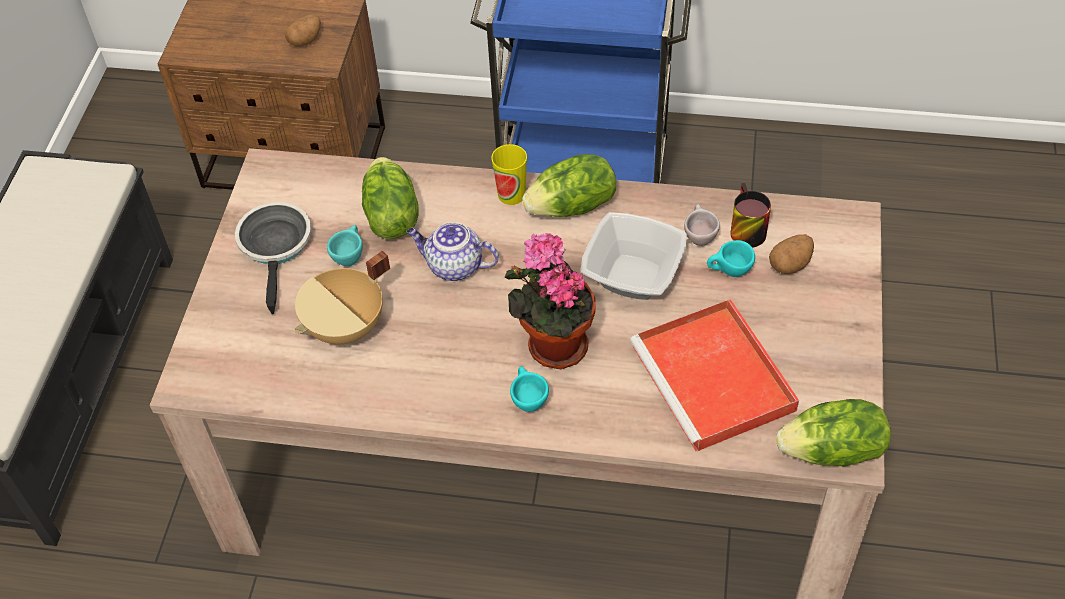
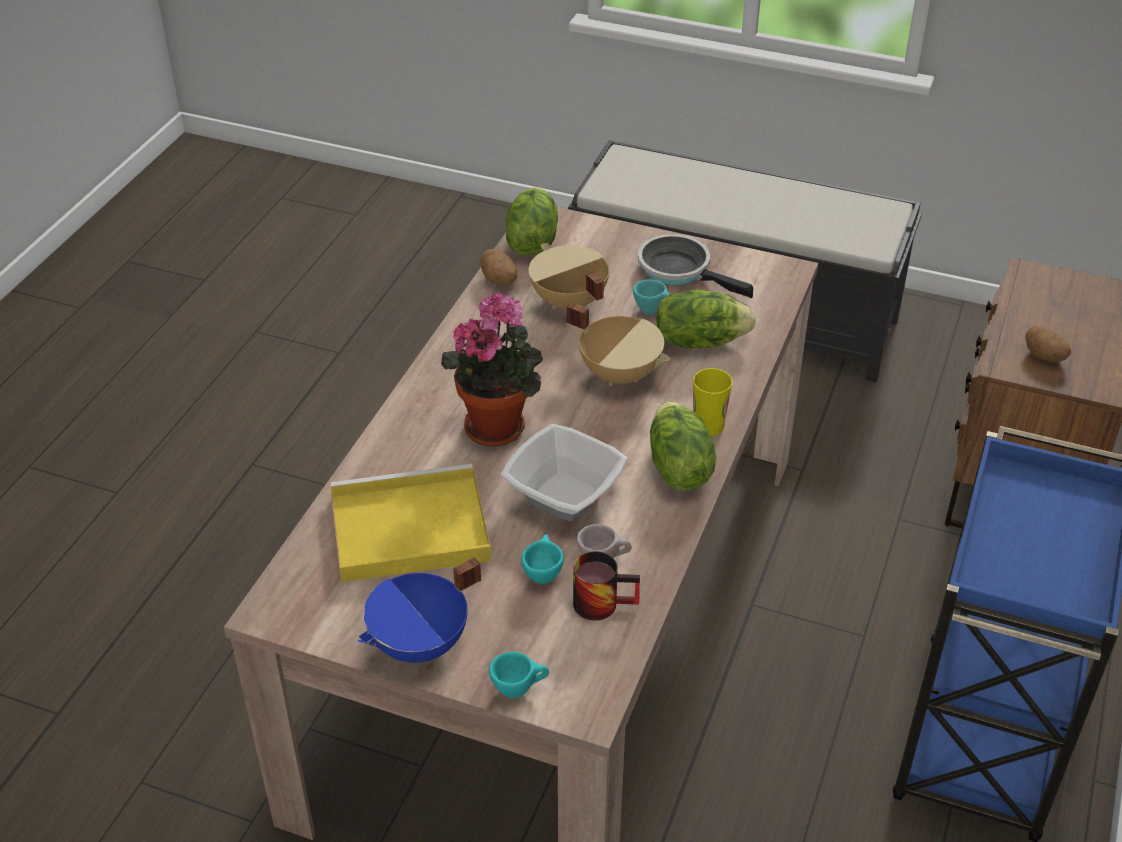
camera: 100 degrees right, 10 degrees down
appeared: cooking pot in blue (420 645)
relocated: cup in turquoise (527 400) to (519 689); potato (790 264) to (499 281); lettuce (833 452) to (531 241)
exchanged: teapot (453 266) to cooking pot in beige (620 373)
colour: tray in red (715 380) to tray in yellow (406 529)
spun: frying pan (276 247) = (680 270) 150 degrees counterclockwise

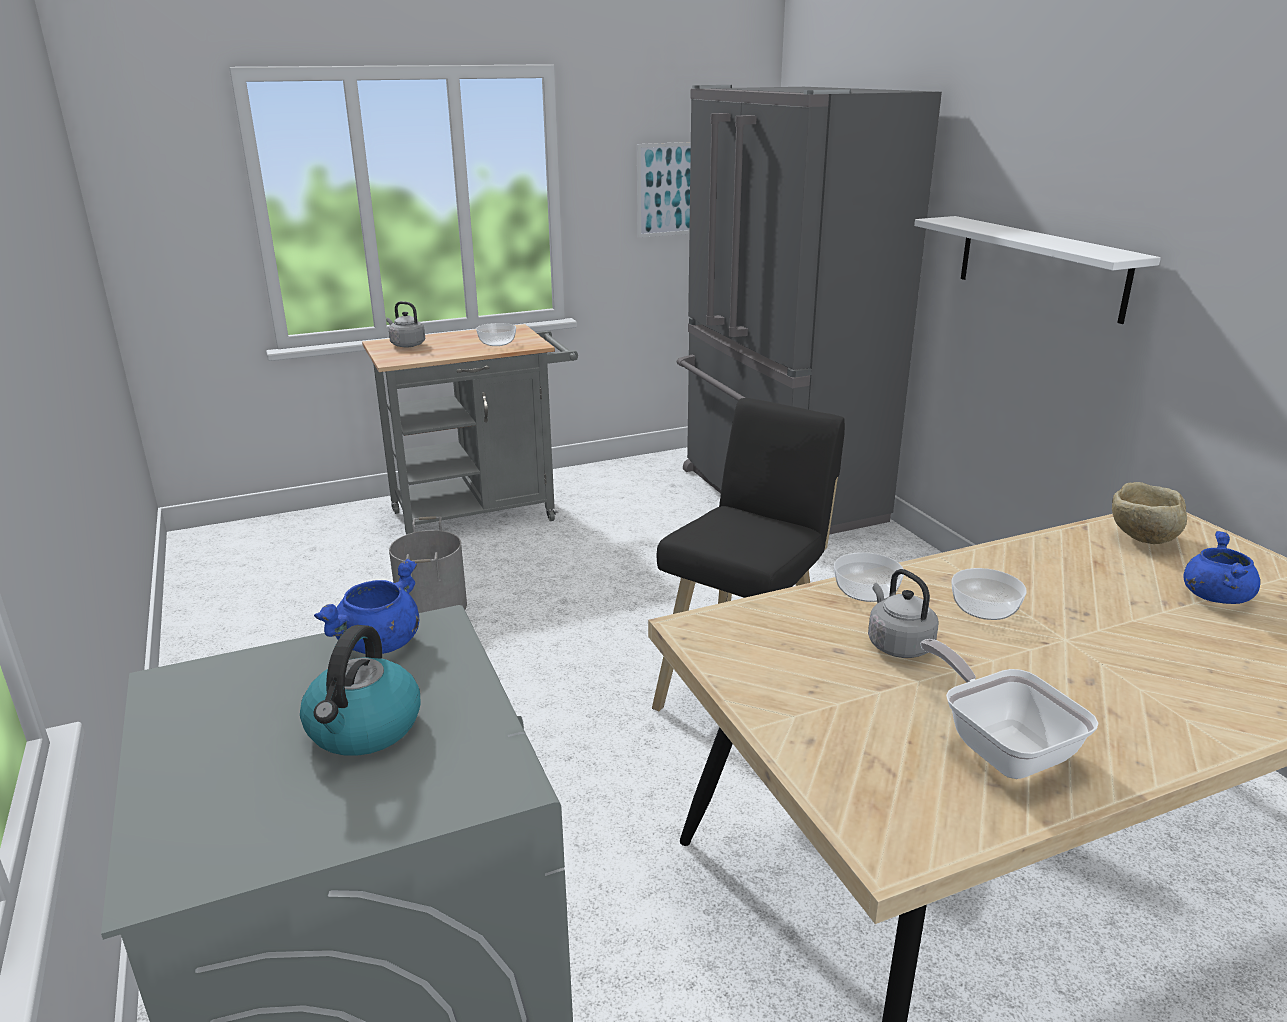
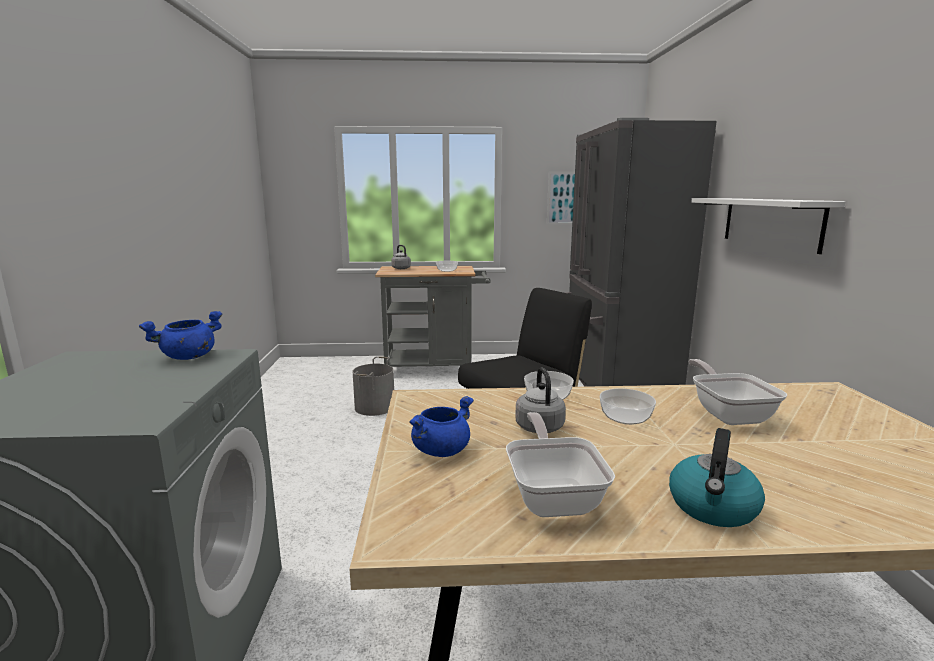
camera: 20 degrees right, 10 degrees down
missing: bowl in beige (1142 539)
appeared: frying pan (728 414)
relocated: kettle (364 728) to (713 508); cooking pot in blue (1214 596) to (441 450)

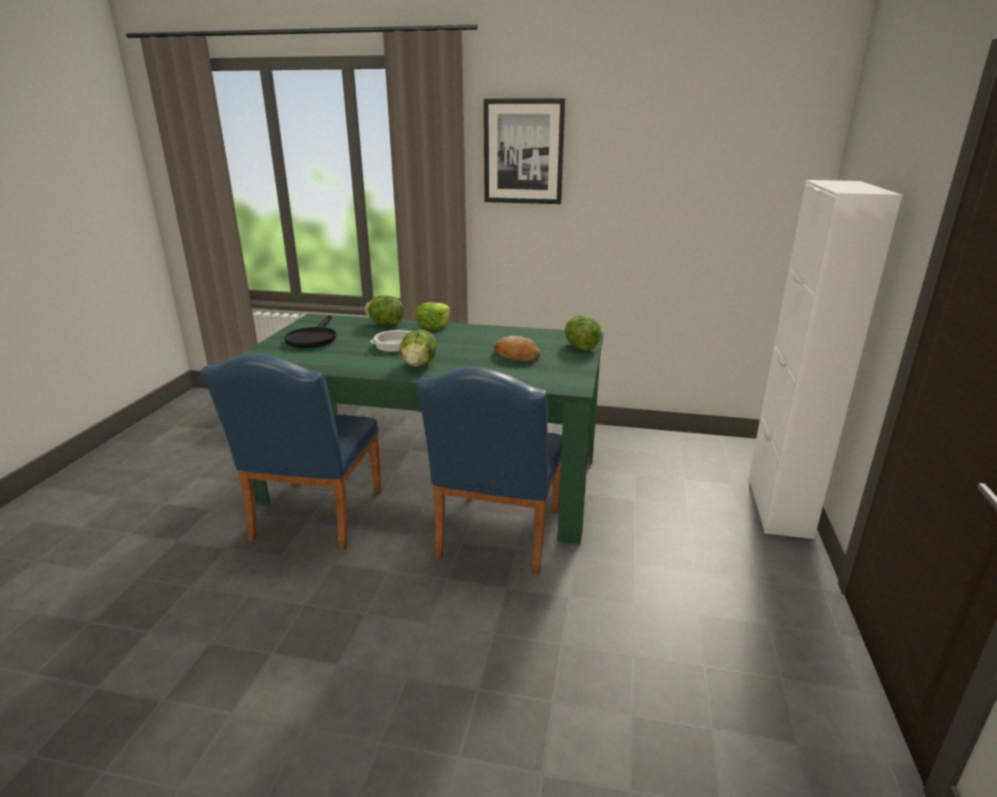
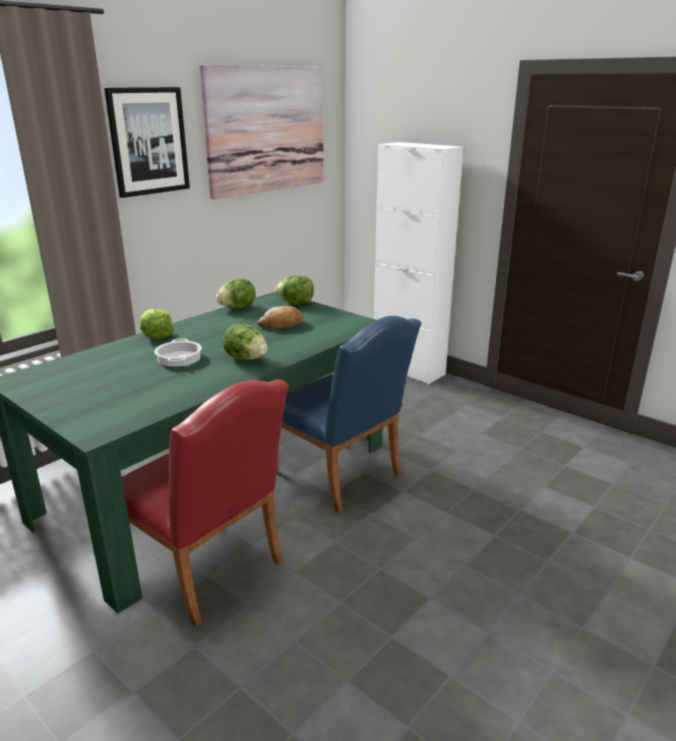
camera: 60 degrees left, 0 degrees up
missing: frying pan in black (313 338)
appeared: picture (266 129)
relocated: lettuce (385 324) to (237 307)
colour: chair in blue (314 519) to chair in red (208 569)

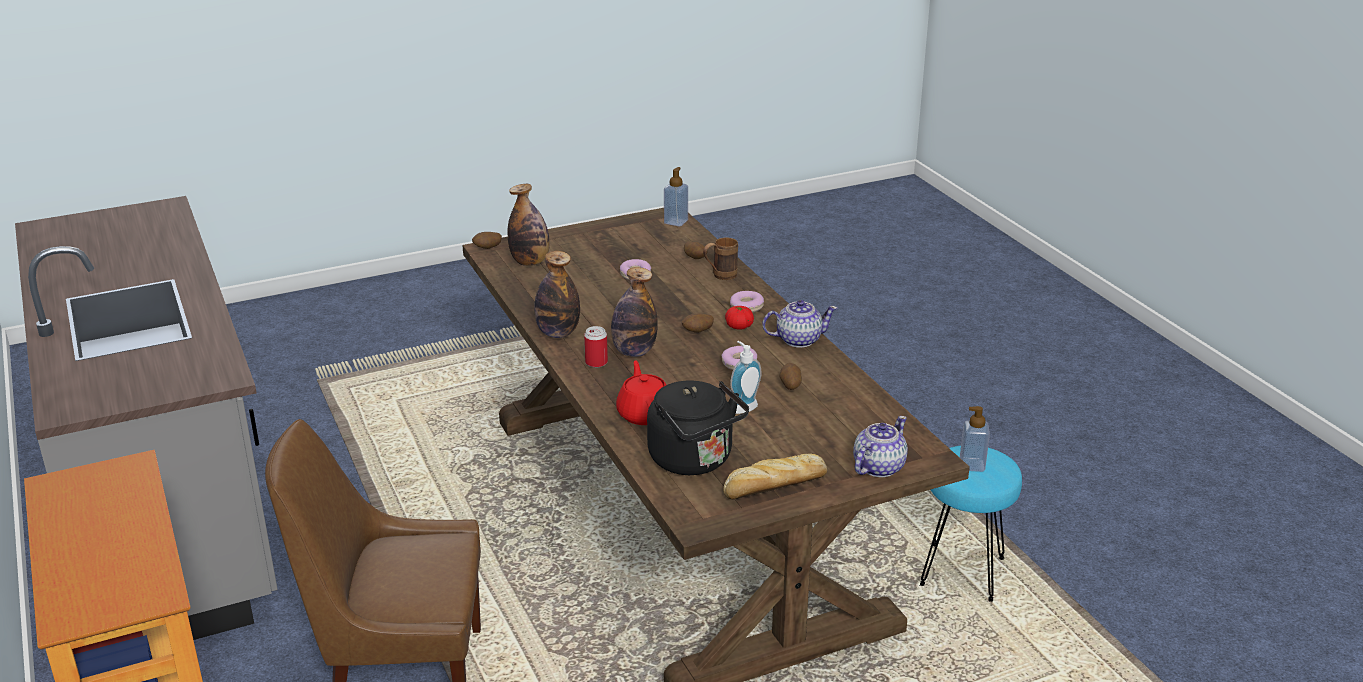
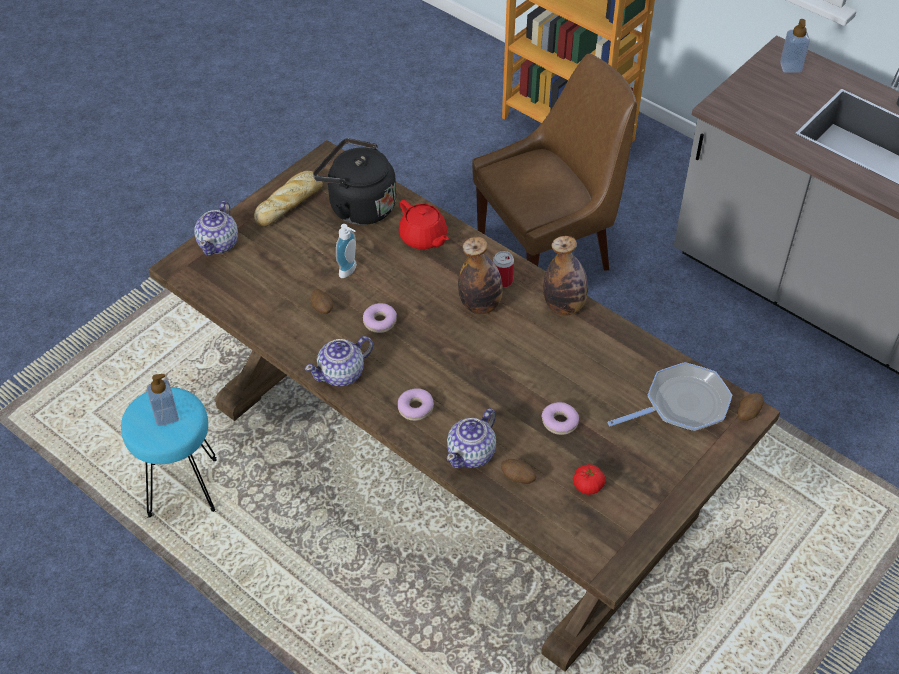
camera: 155 degrees right, 20 degrees up
missing: potato (697 332)
relocated: soap dispenser (676 222) to (790 67); tomato (739 326) to (588 486)
exchanged: bottle (530 262) to frying pan (682 404); mug in brown (719 276) to teapot (472 453)

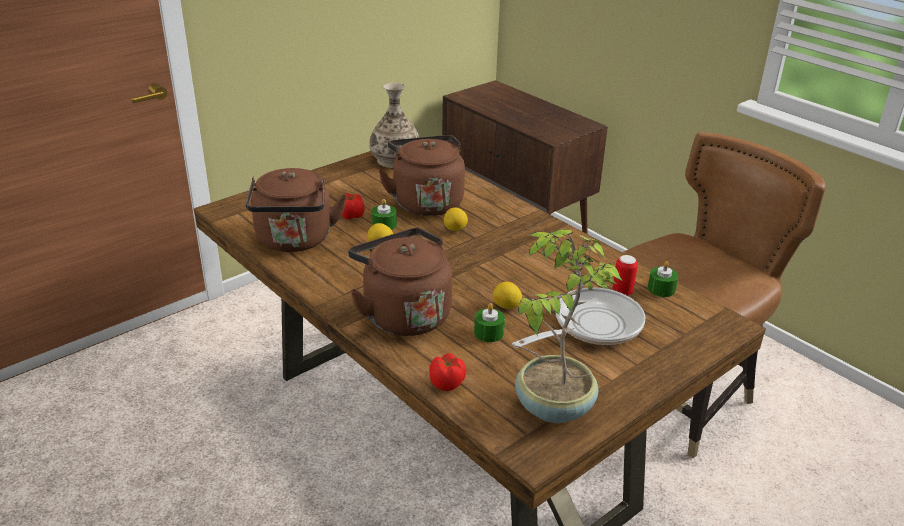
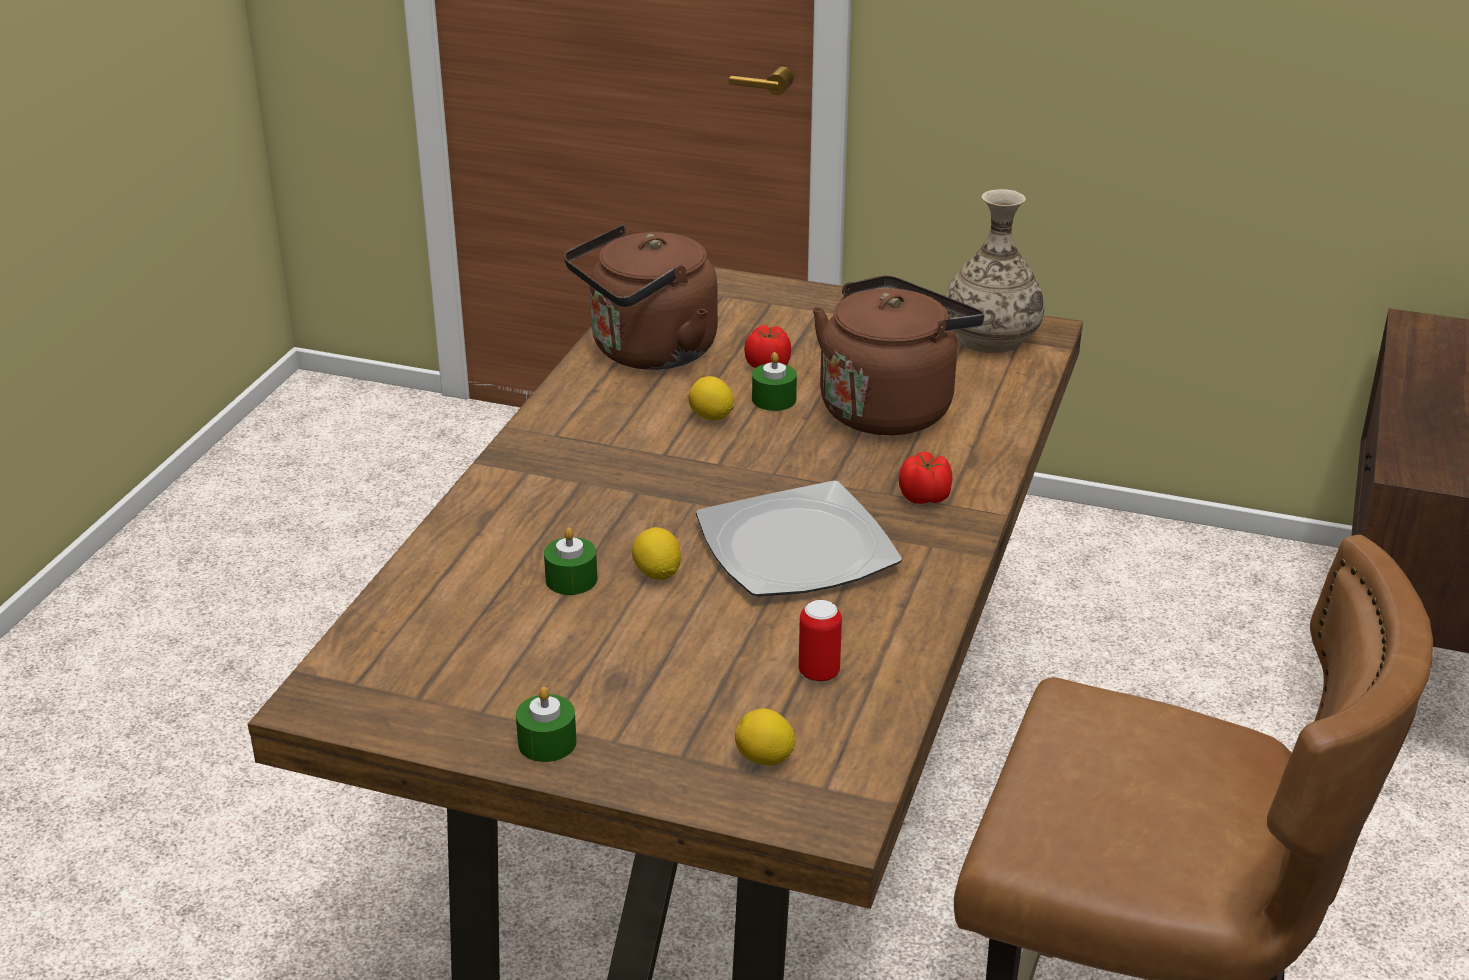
camera: 60 degrees right, 0 degrees up
missing: kettle in brown (403 314); frying pan (591 326); potted plant (551 407)
appeared: plate (799 548)
relocated: tomato (447 383) to (925 497); lemon (455 229) to (764 759); candle in green (661 289) to (547 742)

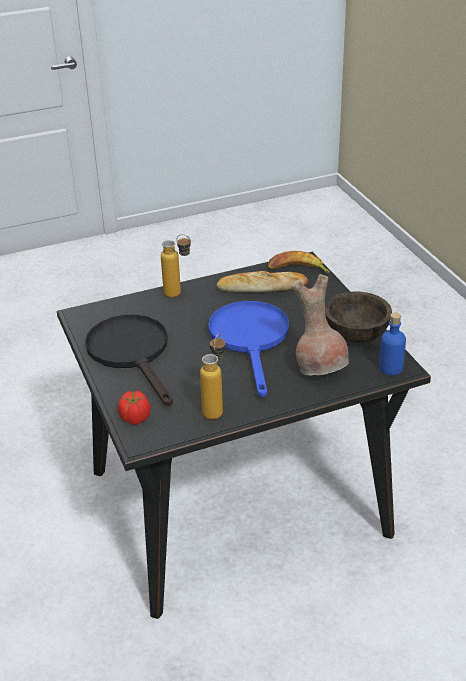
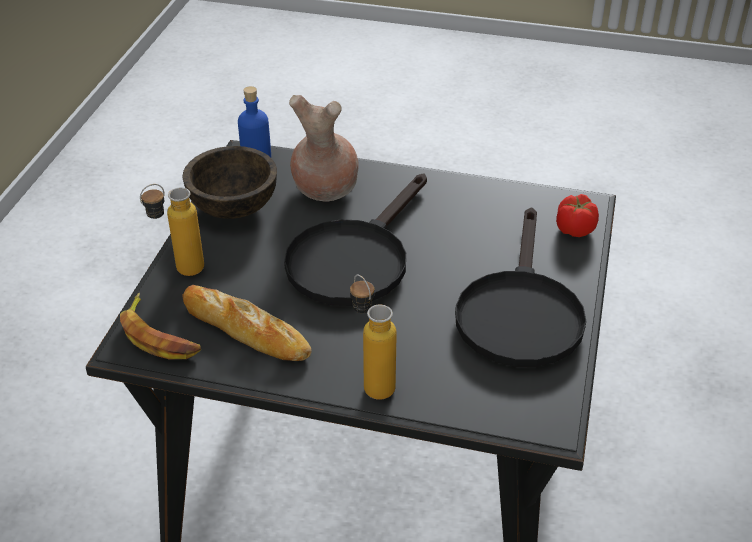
camera: 145 degrees left, 5 degrees up
relocated: bottle (216 408) to (179 272)
colour: frying pan in blue (251 339) to frying pan in black (355 258)

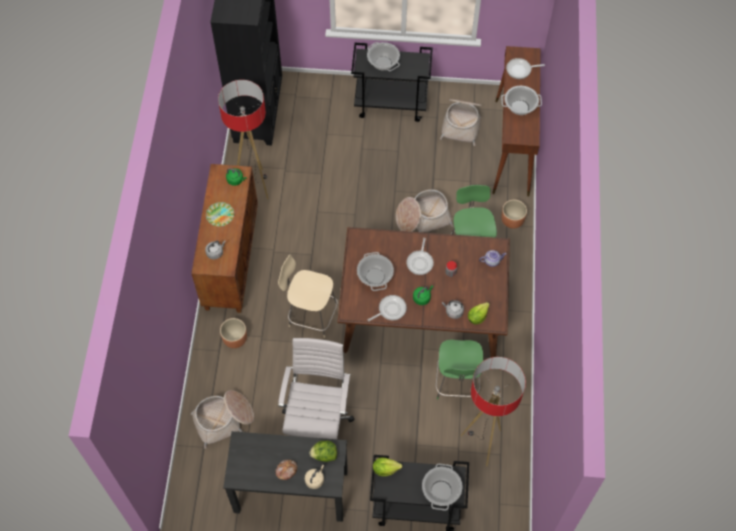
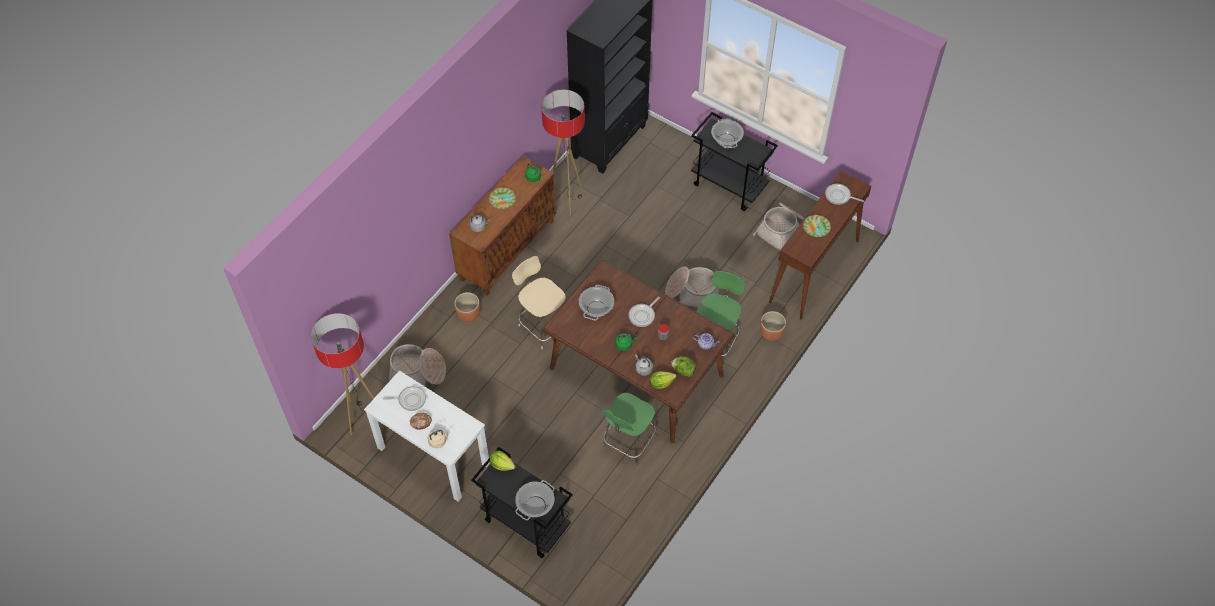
camera: 30 degrees right, 5 degrees down
missing: office chair in white (317 422)
relocated: lettuce (324 455) to (683 370); frying pan (390 310) to (410 400); floor lamp (482 443) to (361 416)
exchanged: cooking pot (520 107) to plate (816 227)
colour: desk in black (290 491) to desk in white (433 455)

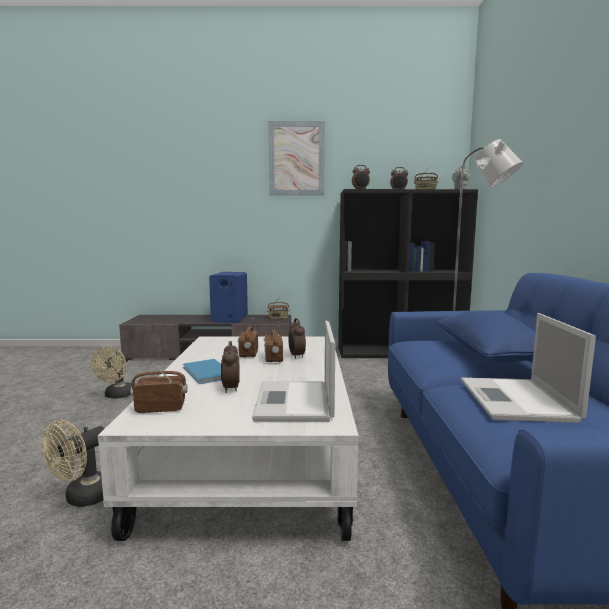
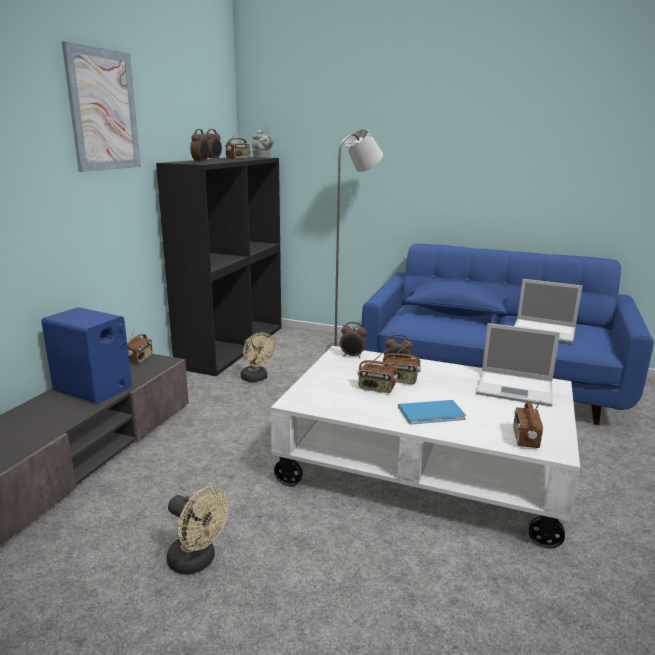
camera: 70 degrees left, 10 degrees up
relocated: fan in beige (83 498) to (256 378); alarm clock (230 389) to (352 356)

